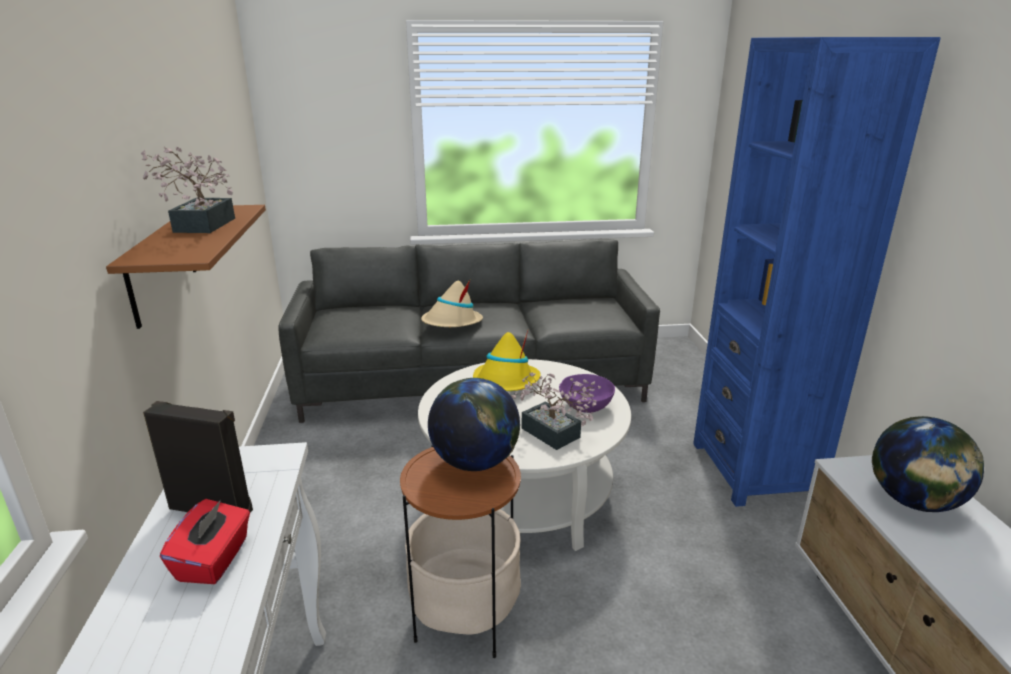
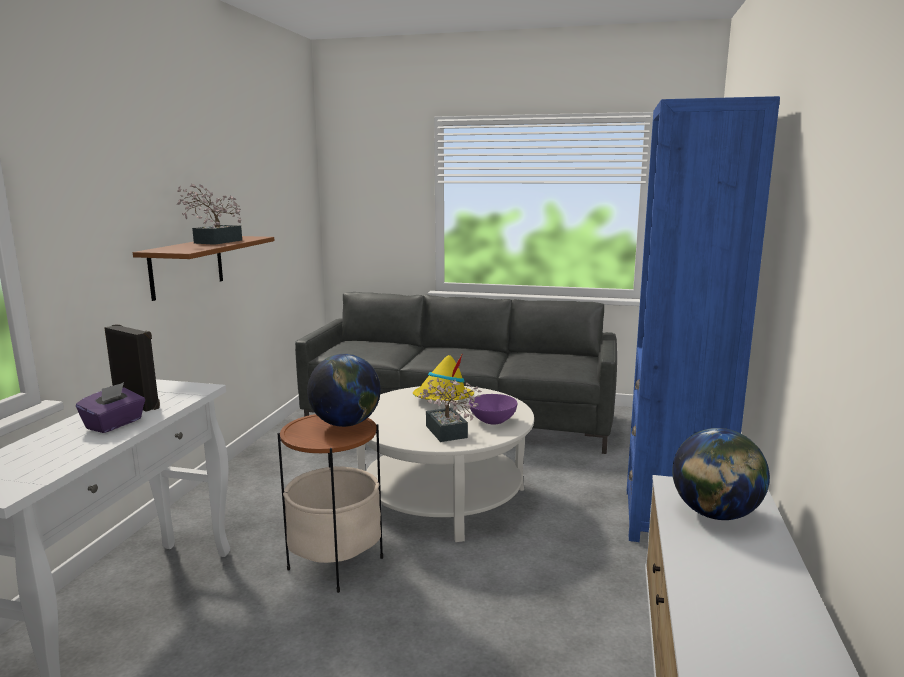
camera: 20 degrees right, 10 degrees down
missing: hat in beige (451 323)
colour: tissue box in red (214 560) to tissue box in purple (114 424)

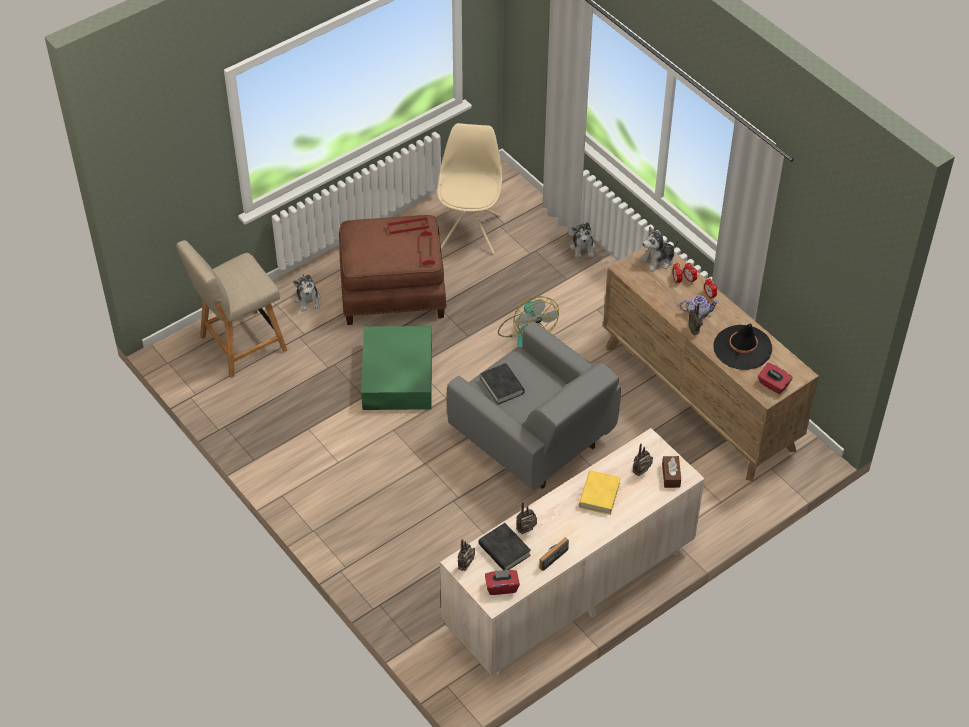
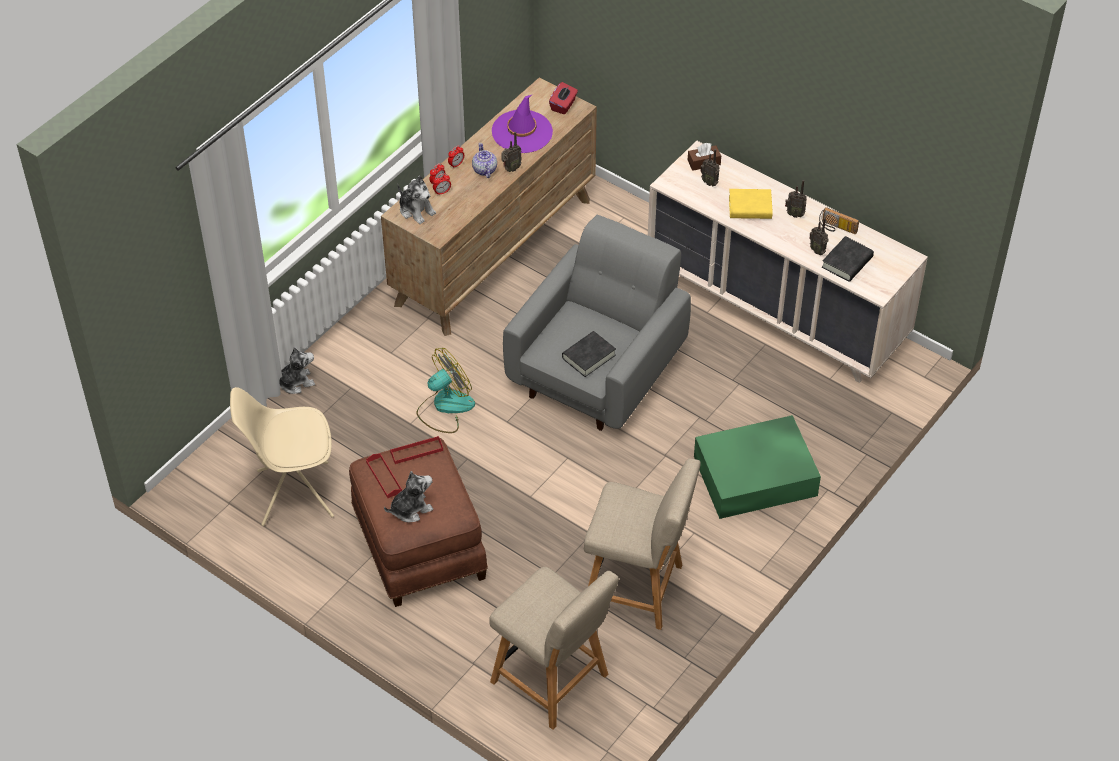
camera: 105 degrees left, 0 degrees up
missing: tissue box in red (501 587)
appeared: chair in beige (638 588)
relocated: plush toy (308 300) to (410 509); storage box in green (397 377) to (757 476); radio (467 566) to (794 214)
colour: hat in black (742 348) to hat in purple (522 132)

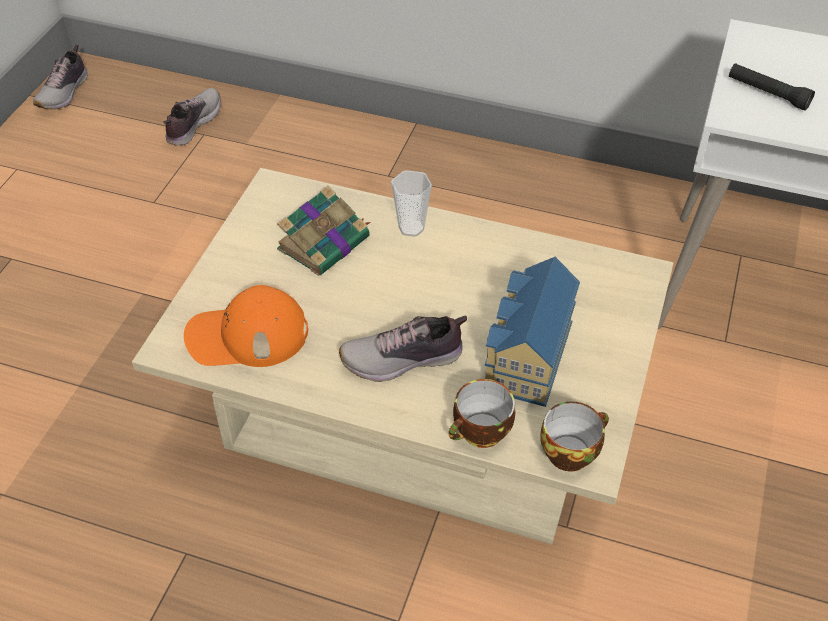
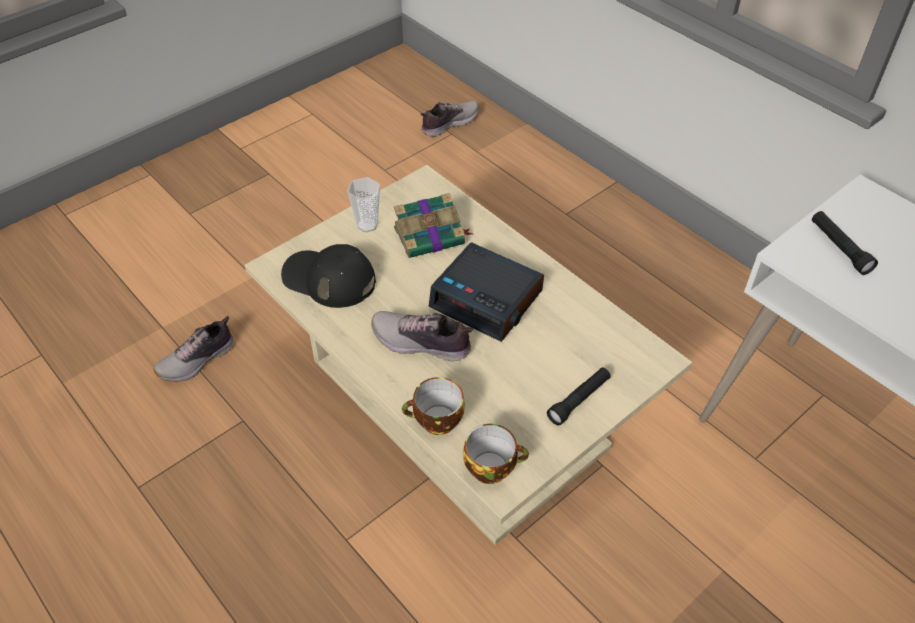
camera: 30 degrees right, 0 degrees up
missing: toy house (525 355)
appeared: alarm clock (487 299); flashlight in black (579 400)
relocated: shoe (64 93) to (198 360); cup (411 228) to (367 225)
colour: cap in orange (247 335) to cap in black (329 279)

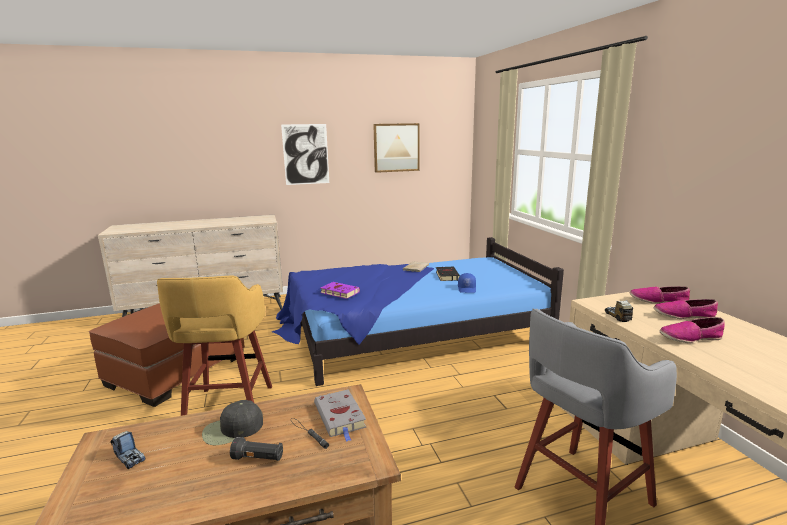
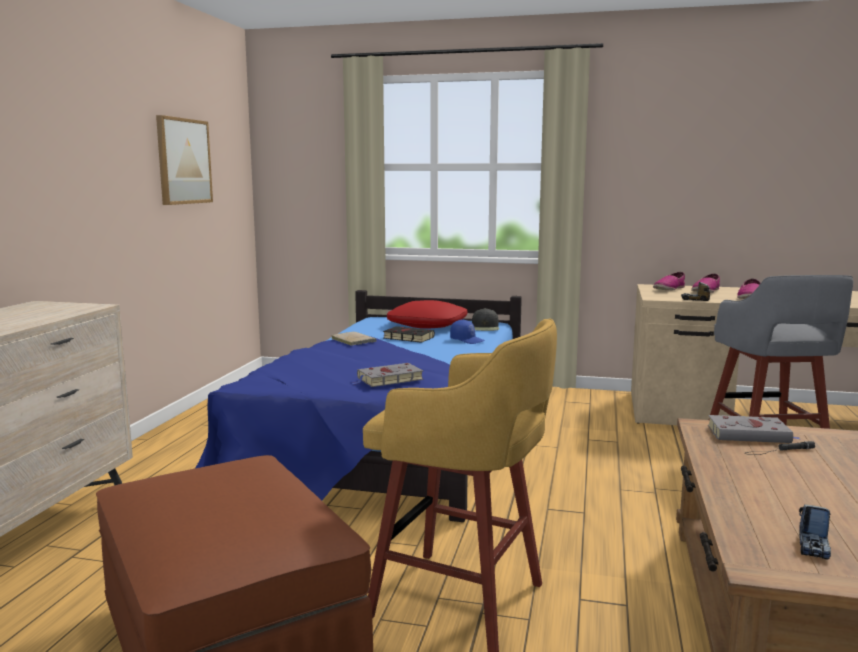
camera: 60 degrees left, 5 degrees down
missing: flashlight in black (258 458); picture (306 154)
appeared: pillow in red (428 325)
relocated: cap in black (232 429) to (485 327)
colour: book in purple (339 292) to book in grey (388 379)
spun: toy truck (130 458) = (813 546) 135 degrees clockwise

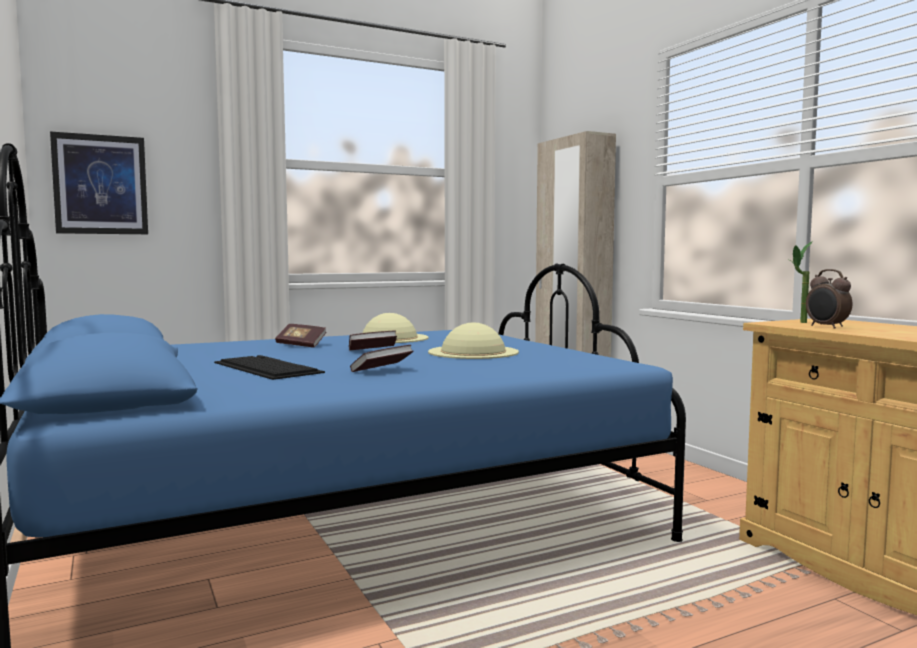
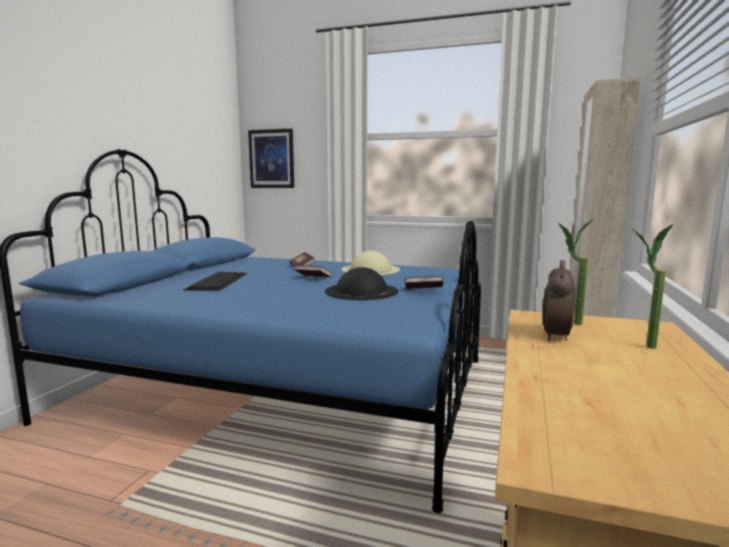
camera: 45 degrees right, 5 degrees up
appeared: potted plant (642 344)
relocated: book (381 371) to (423 291)
colour: hat in beige (473 352) to hat in black (361 291)

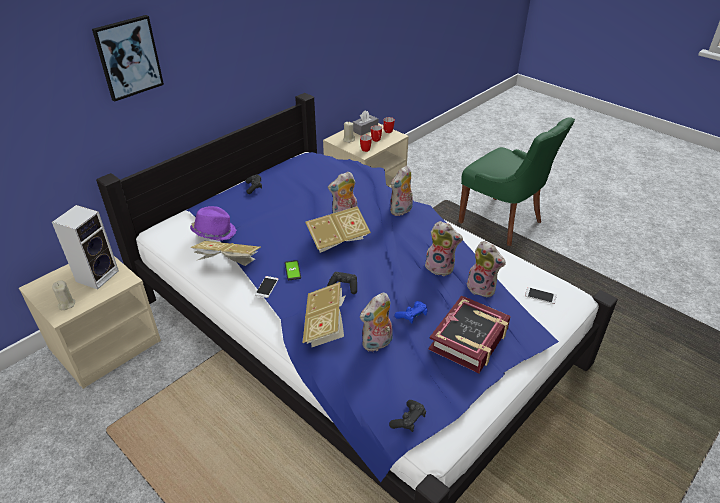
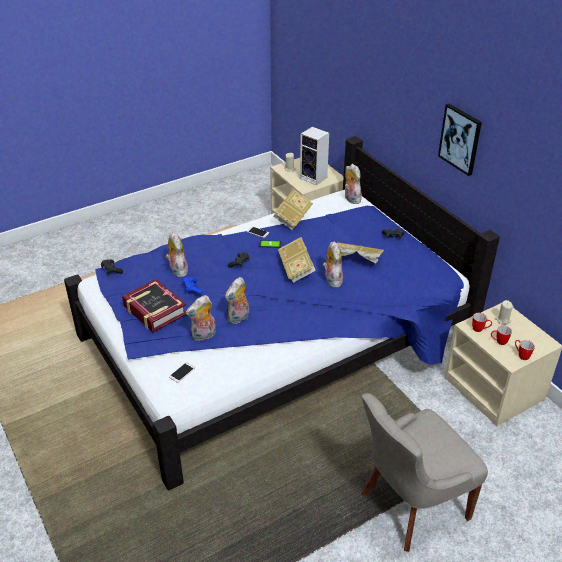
camera: 105 degrees right, 0 degrees up
missing: hat in purple (214 232); tissue box in grey (365 129)
relocated: picture (128 57) to (460 139); book (325 326) to (357 261); plush toy (401 211) to (351 199)
colour: chair in green (502 222) to chair in grey (411 505)

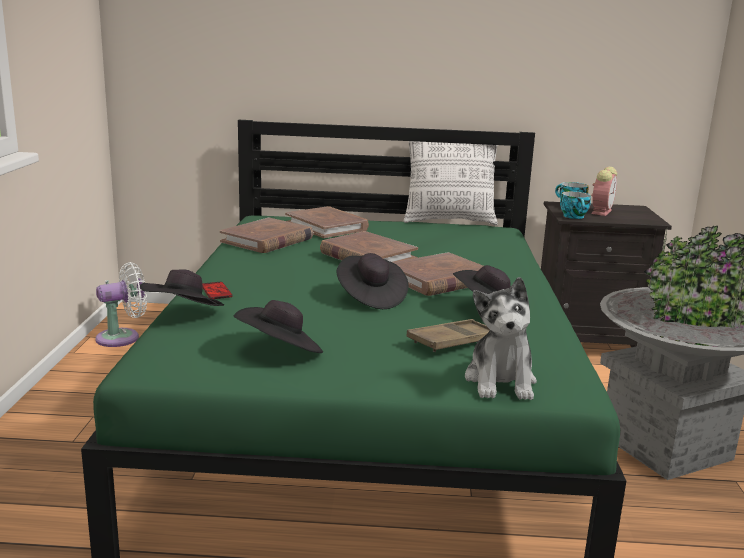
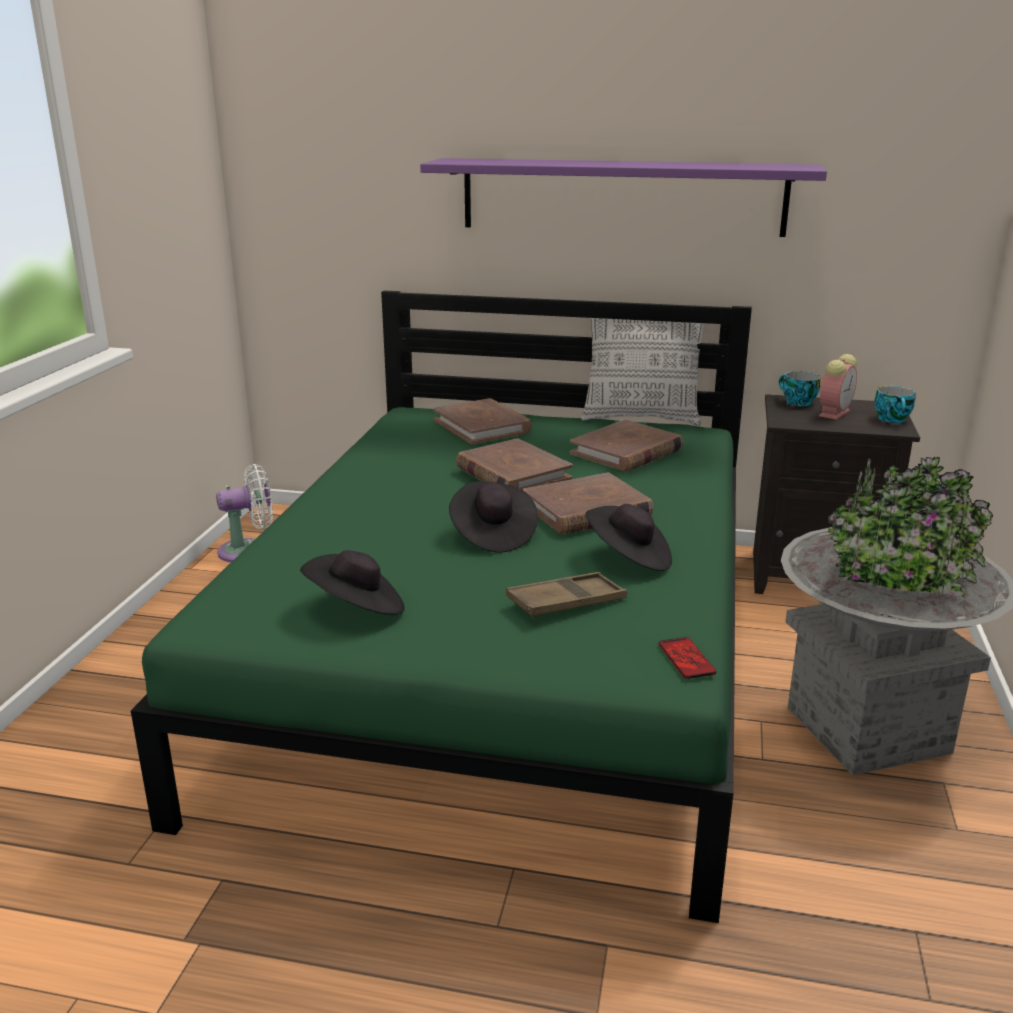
camera: 10 degrees right, 5 degrees up
missing: hat in black (183 315); plush toy (501 381)
appeared: shelf in purple (622 196)
relocated: phone (216 291) to (686 659); book in brown (267 240) to (626 451); cup (574 217) to (893 419)

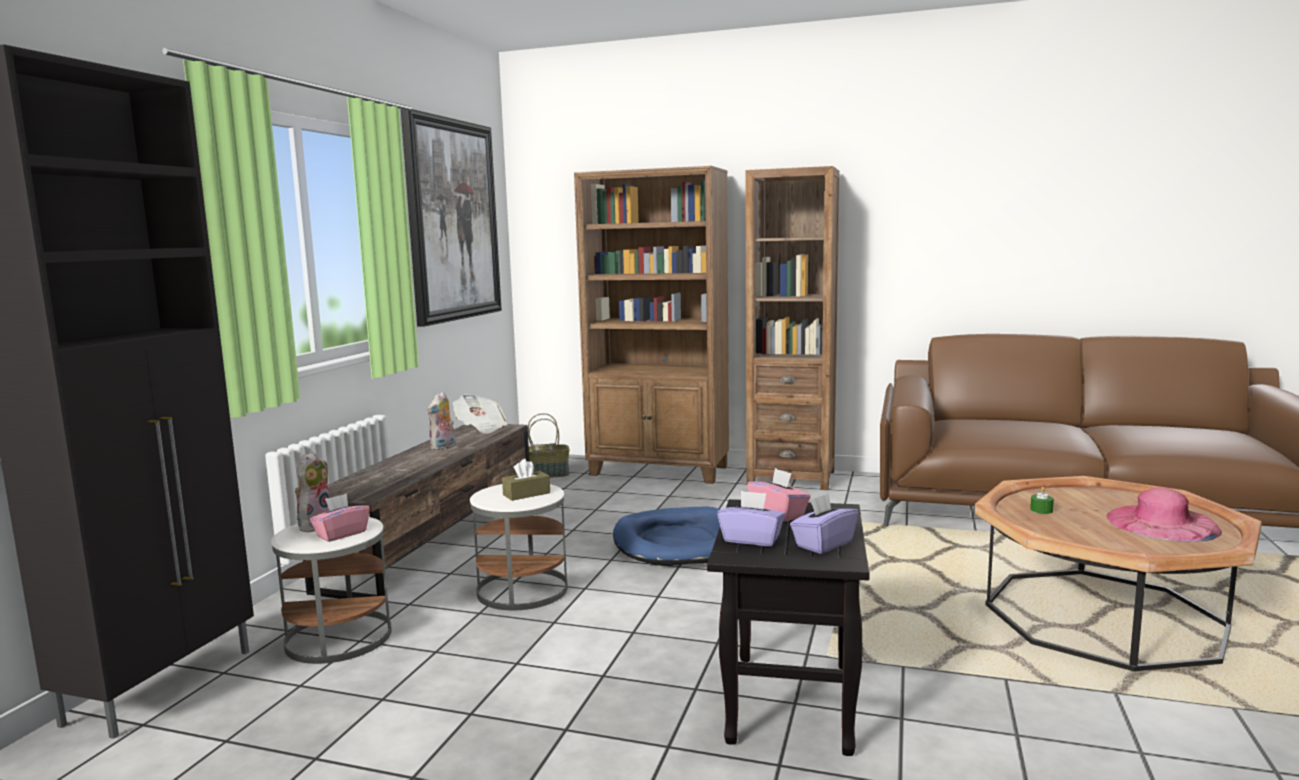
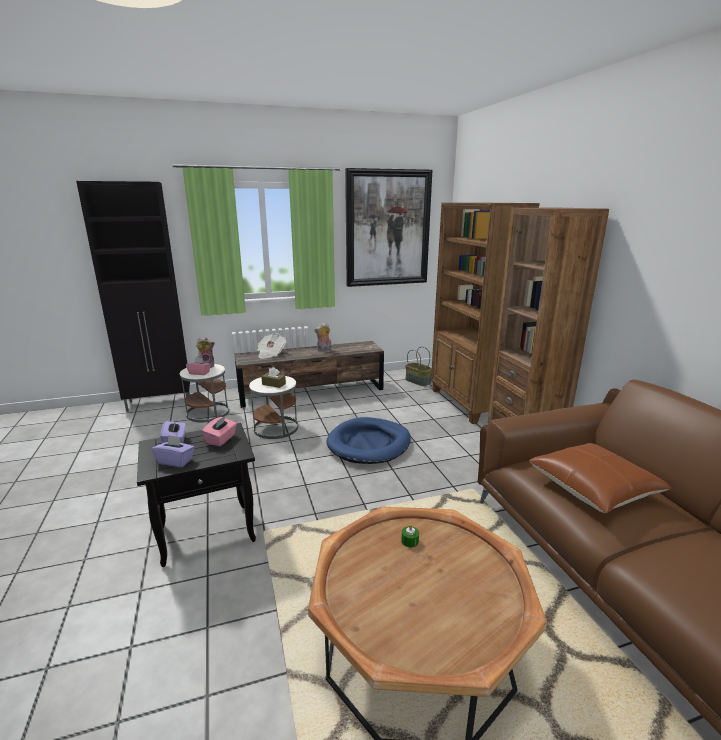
camera: 55 degrees right, 10 degrees up
missing: hat in pink (1162 523)
appeared: pillow in brown (593 487)
relocated: newspaper (481 428) to (271 354)

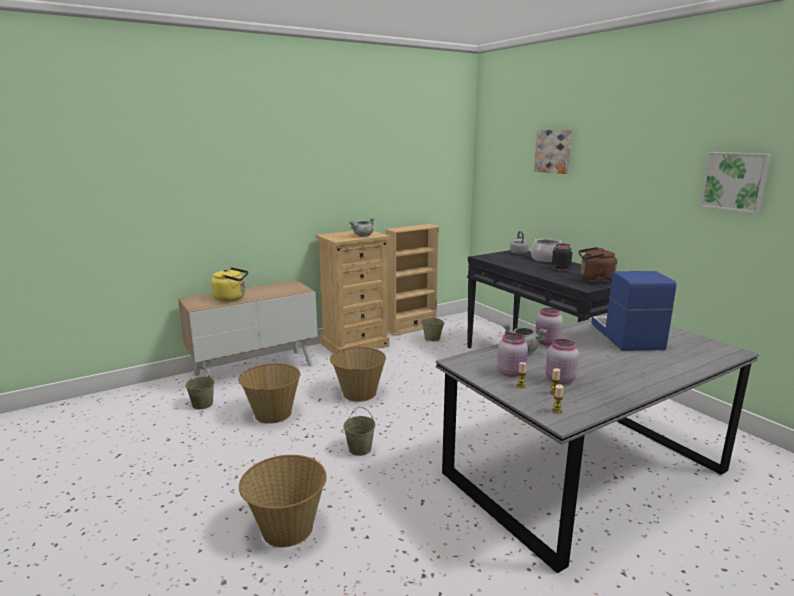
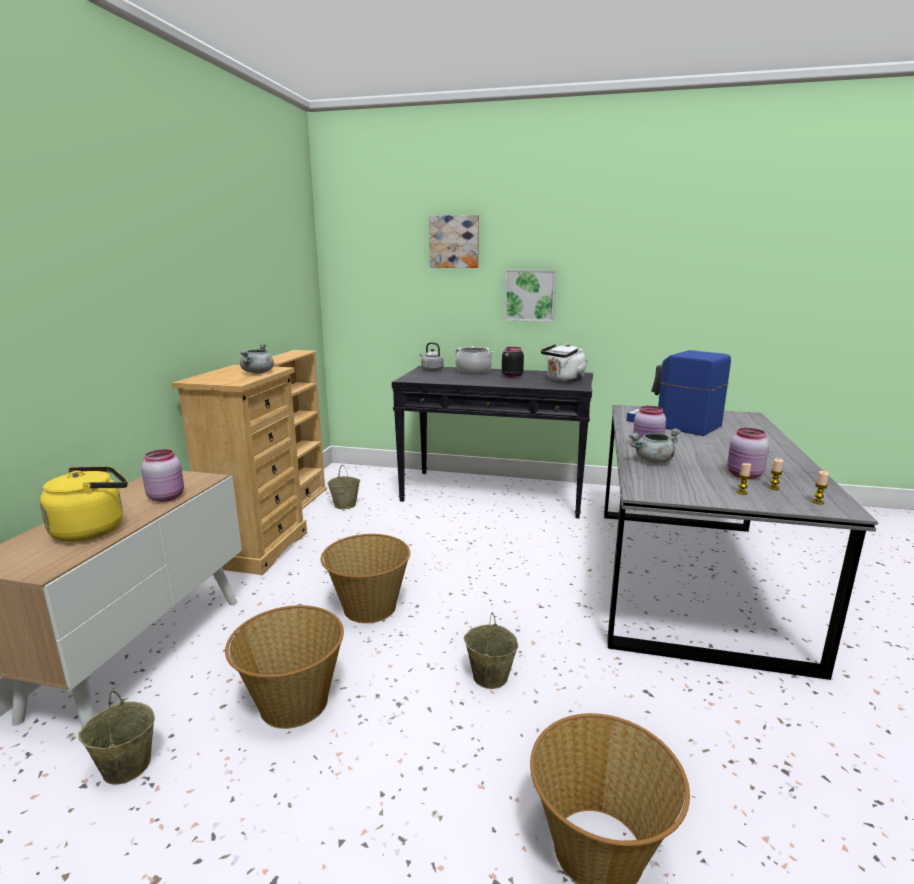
camera: 45 degrees left, 0 degrees up
relocated: jar in pink (511 372) to (167 497); picture (735 181) to (530 295)
colour: kettle in brown (594 280) to kettle in white (563 380)

